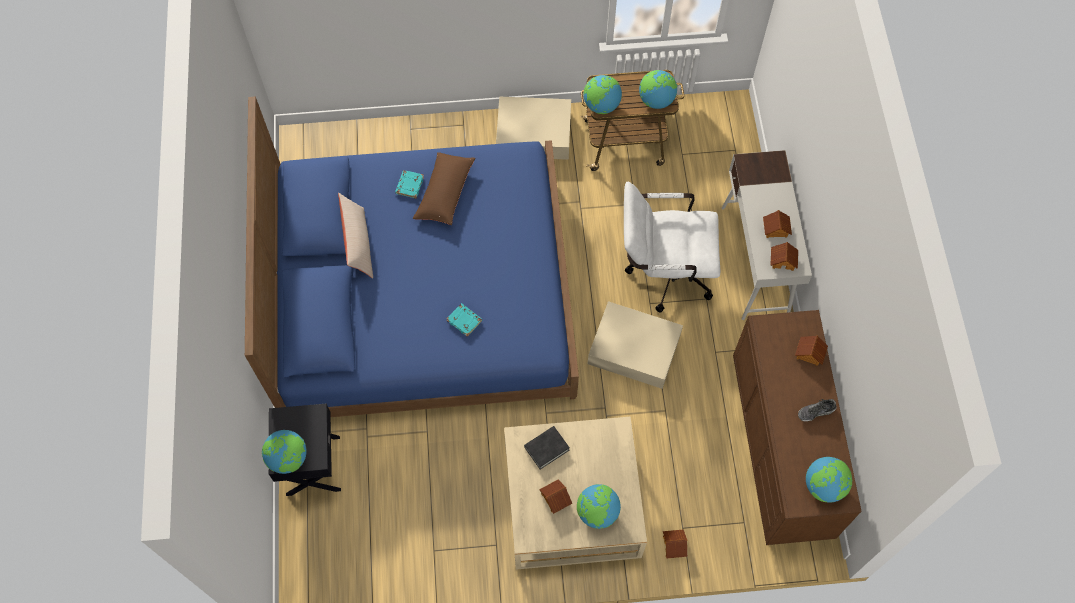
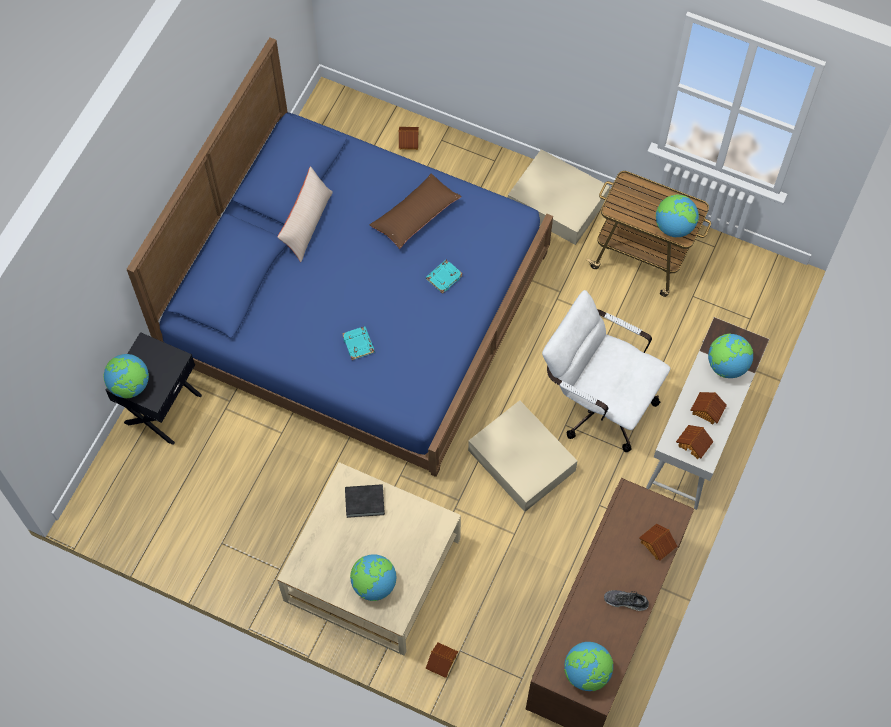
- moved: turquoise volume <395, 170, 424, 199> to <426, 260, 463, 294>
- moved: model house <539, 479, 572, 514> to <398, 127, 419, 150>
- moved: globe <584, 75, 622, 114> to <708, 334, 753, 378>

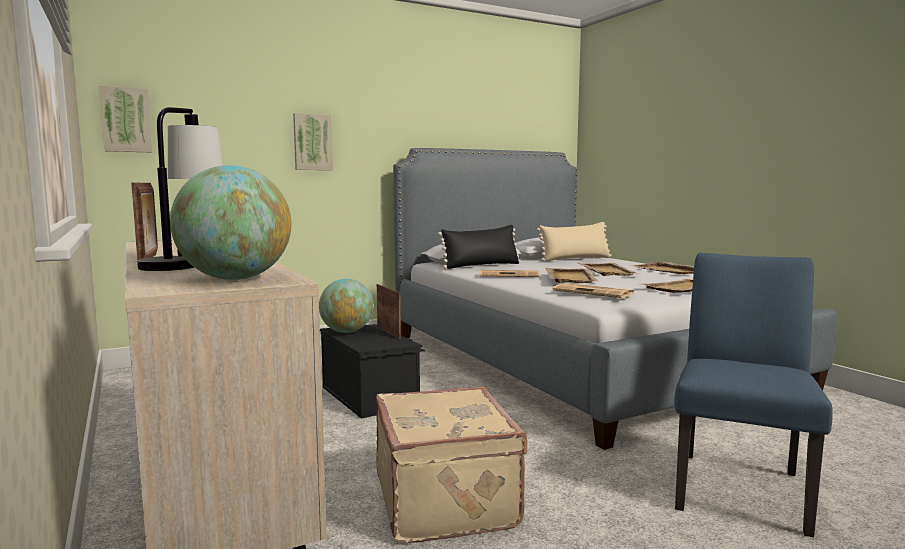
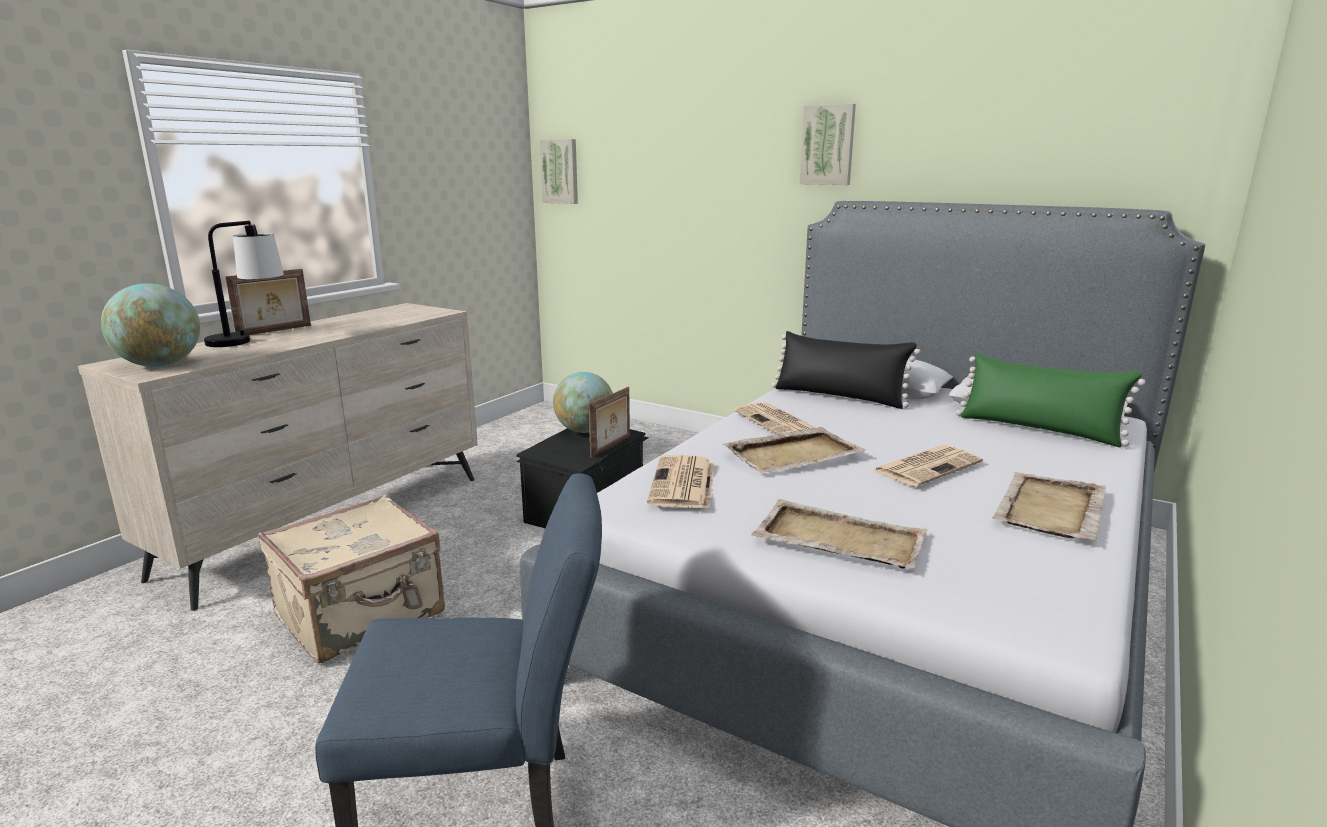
- moved: wall picture <293, 113, 333, 170> to <799, 104, 856, 185>
- replaced: sand-coloured serving tray <577, 263, 642, 276> to daily paper <873, 445, 983, 487>
- recoloured: sand-coloured cushion <537, 222, 611, 261> to green cushion <956, 353, 1146, 447>

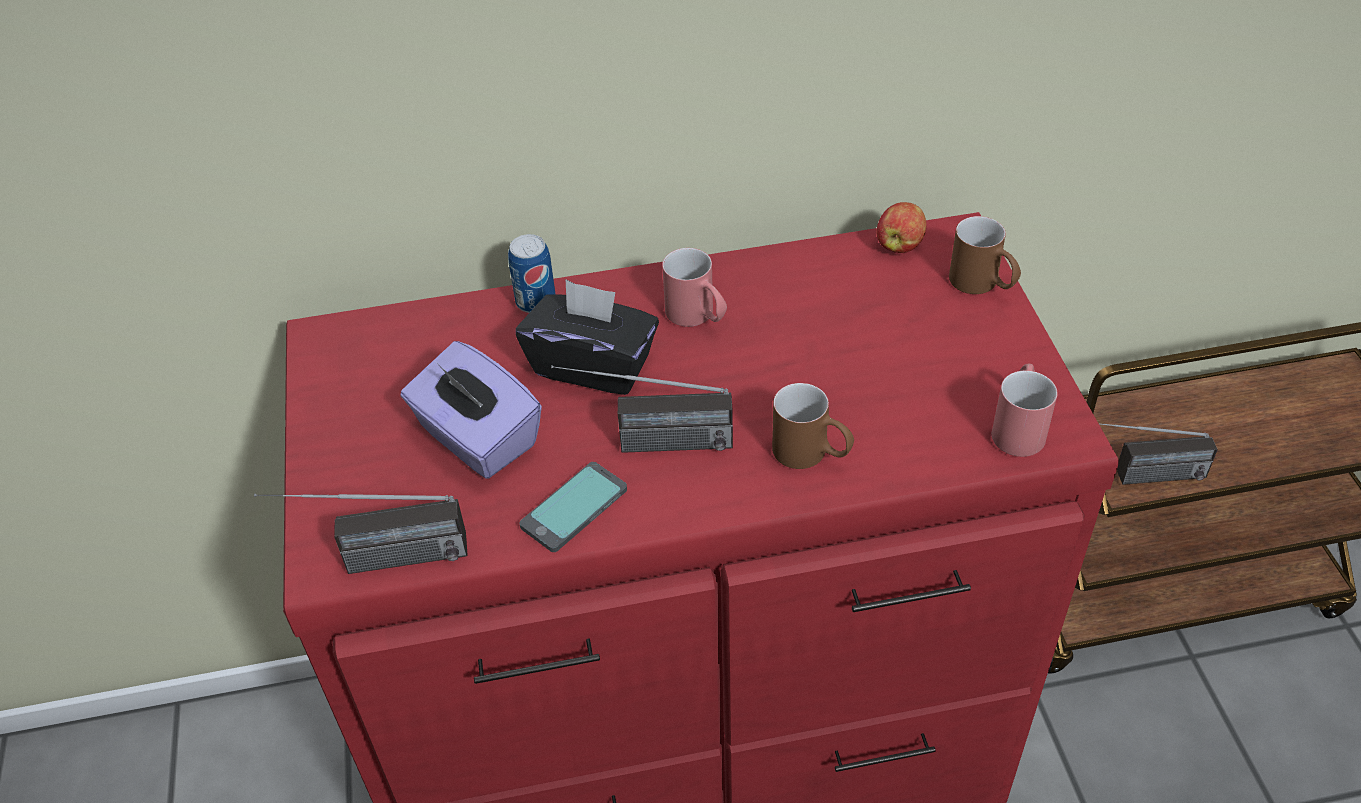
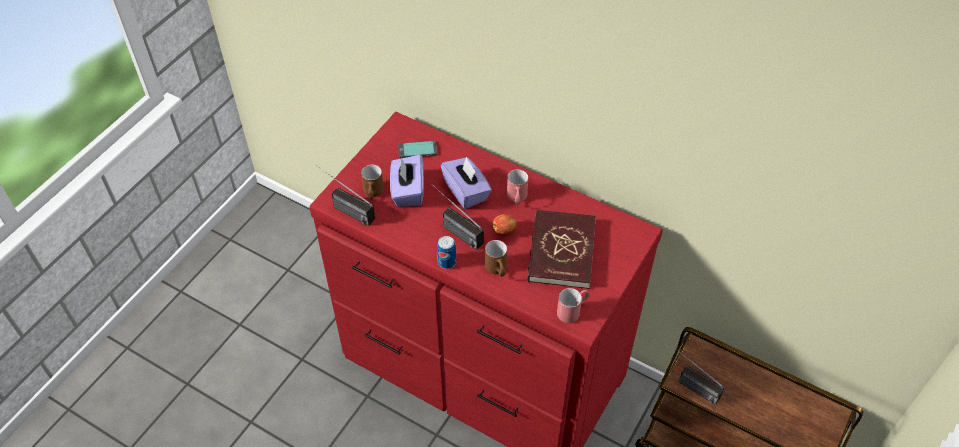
- added: red volume <527, 209, 596, 289>
- moved: can <508, 234, 555, 313> to <437, 236, 456, 269>
- moved: telephone <520, 462, 627, 552> to <398, 141, 437, 158>
- moved: whole apple <876, 202, 926, 253> to <492, 213, 517, 236>
- moved: brown mug <949, 216, 1021, 294> to <361, 165, 384, 200>
- recoloured: black-coloured tissue holder <516, 280, 659, 395> to purplish tissue holder <441, 157, 492, 209>

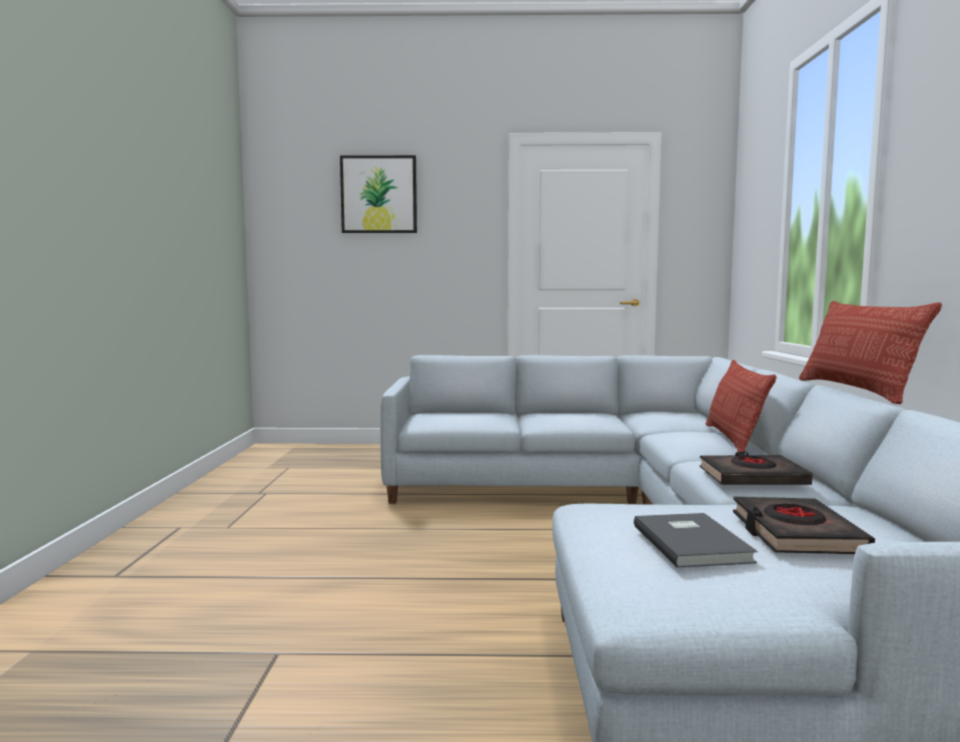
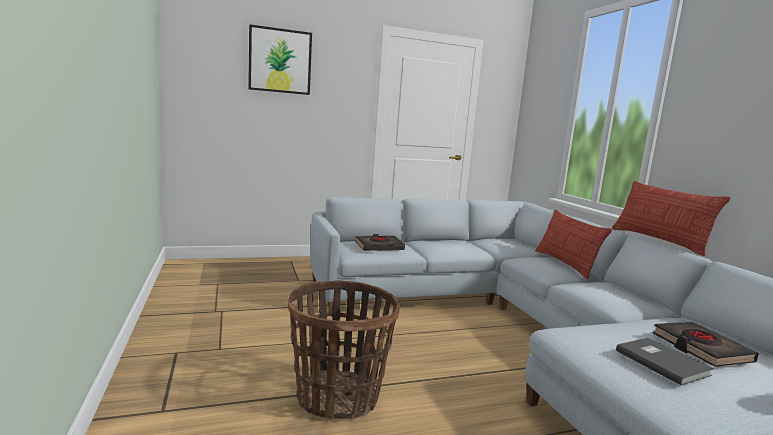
- added: household basket <288, 280, 400, 420>
- moved: black-coloured volume <699, 452, 813, 485> to <355, 234, 405, 251>

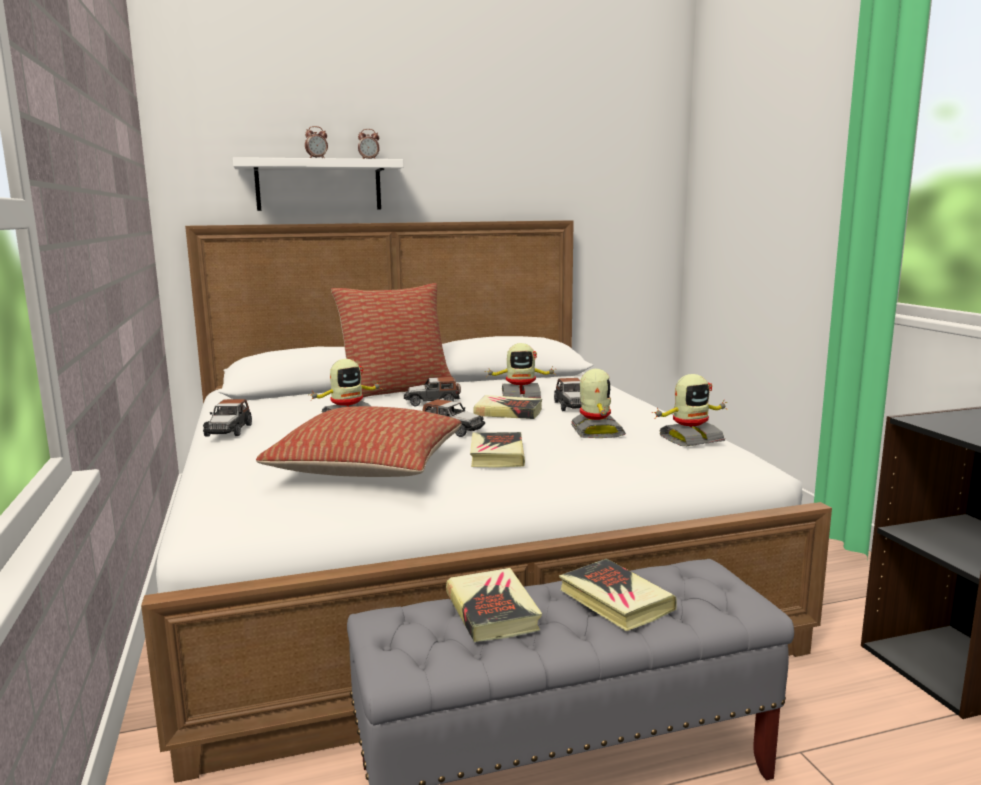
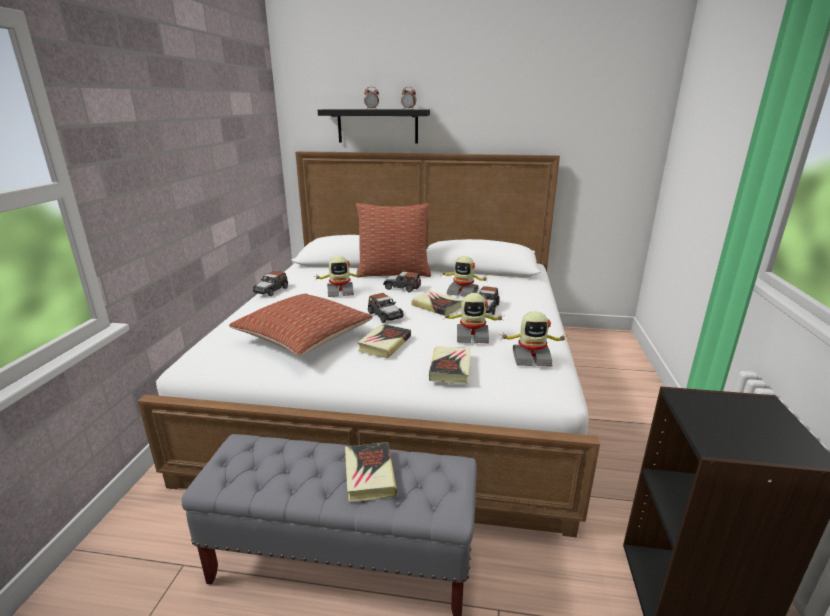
- moved: volume <446, 568, 542, 642> to <429, 346, 471, 384>
- recoloured: white wall shelf <233, 157, 403, 211> to black-coloured wall shelf <318, 109, 430, 143>
- turned: robot figure <571, 369, 626, 438> = <442, 293, 504, 344> 75 degrees clockwise

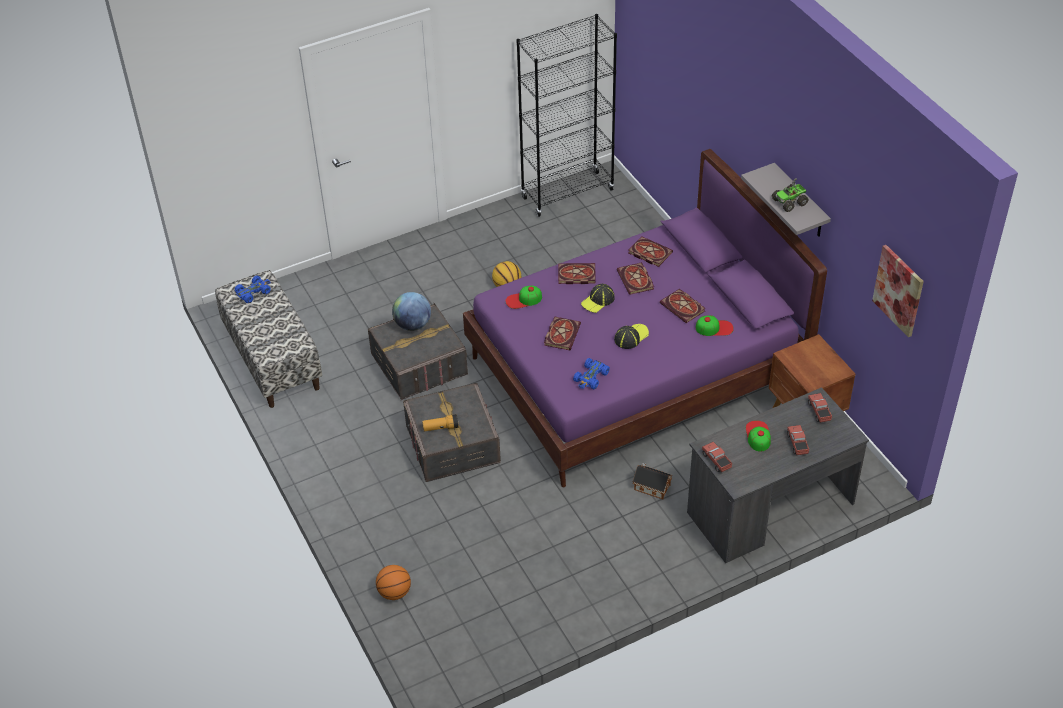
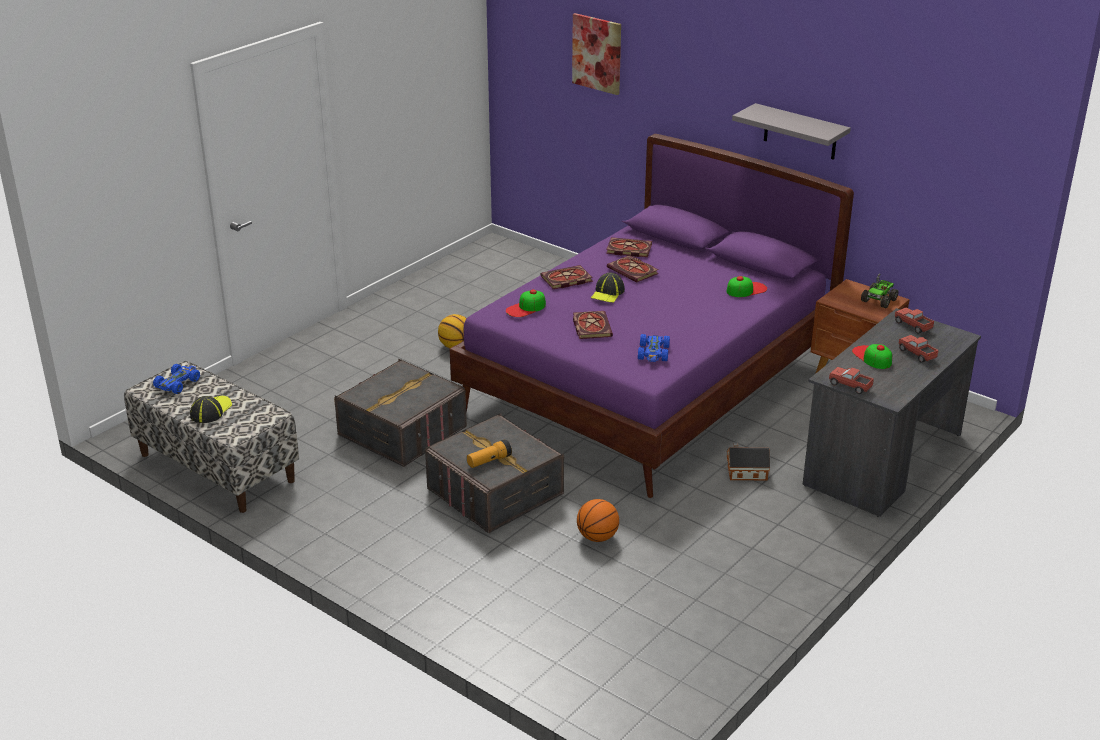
- removed: globe <392, 292, 431, 331>
- removed: black-coloured bookcase <516, 14, 617, 217>
- removed: volume <660, 289, 706, 323>
- moved: basketball ball <376, 565, 411, 600> to <577, 499, 619, 542>
- moved: baseball cap <614, 324, 649, 349> to <190, 396, 232, 423>
- moved: toy lorry <771, 178, 809, 212> to <861, 273, 899, 308>
- moved: wall picture <872, 245, 924, 337> to <572, 13, 621, 95>

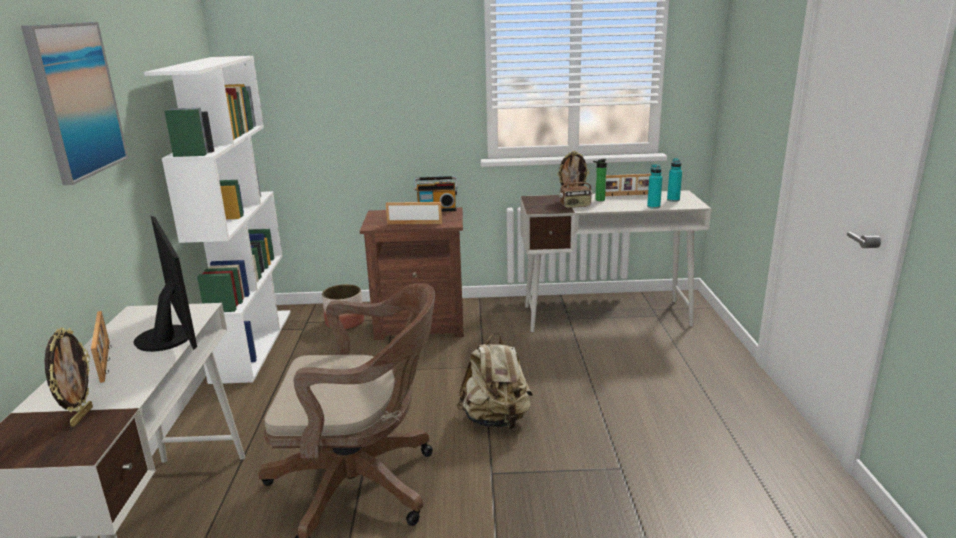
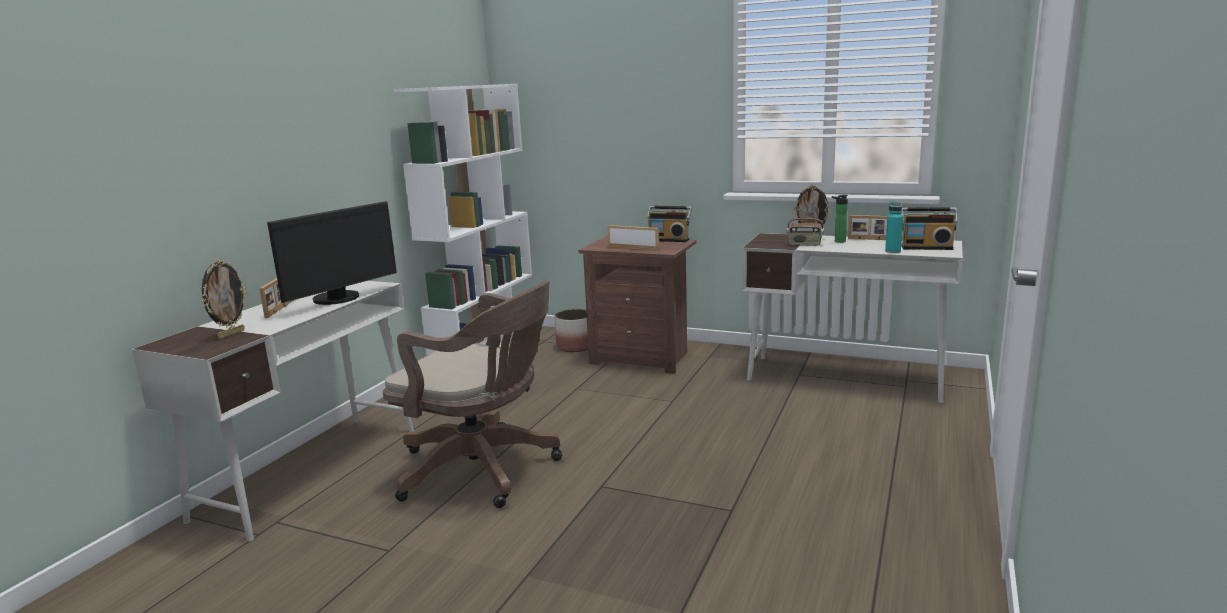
- removed: wall picture <21, 22, 128, 185>
- removed: sand-coloured backpack <457, 333, 533, 429>
- replaced: turquoise beverage bottle <667, 158, 682, 202> to radio set <901, 207, 958, 250>
- turned: computer display <134, 216, 197, 352> = <267, 201, 397, 305> 45 degrees clockwise

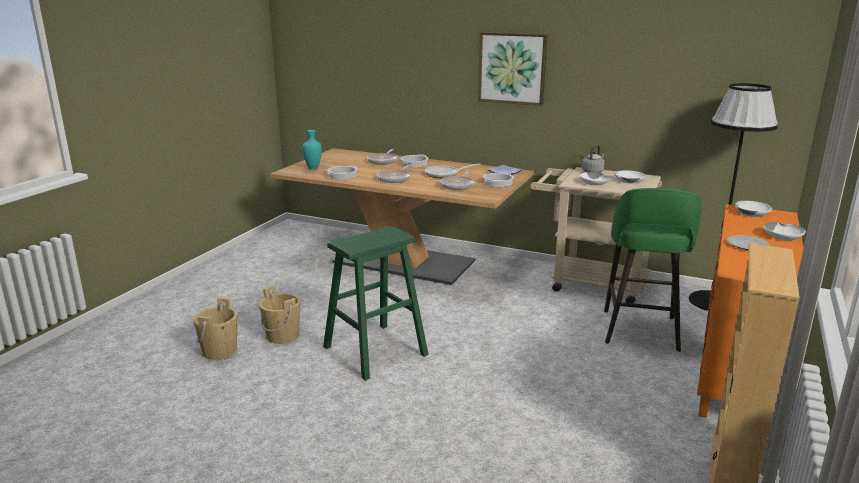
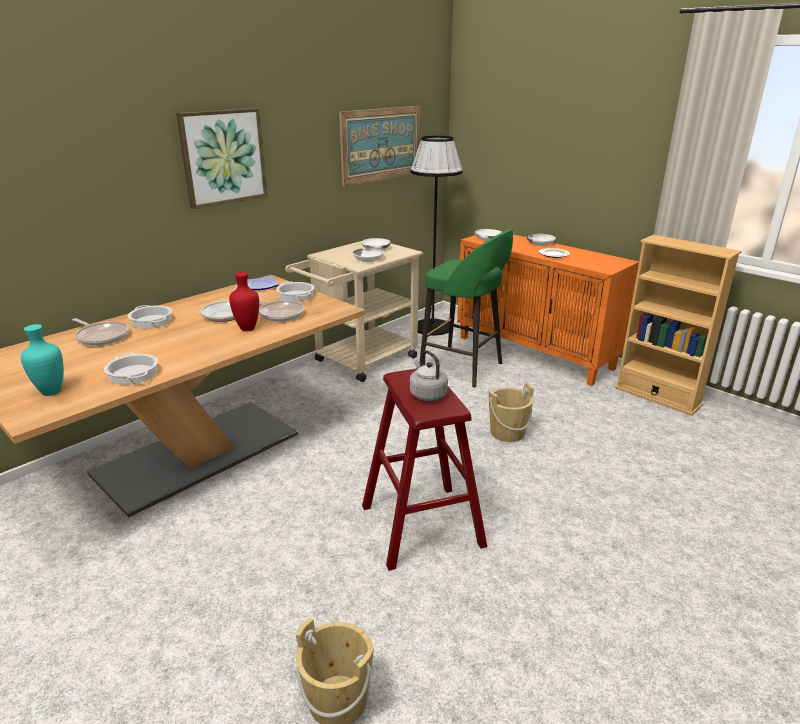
- removed: frying pan <377, 165, 411, 183>
- added: red vase <229, 272, 259, 331>
- added: wall picture <339, 106, 421, 186>
- moved: sand-coloured bucket <259, 285, 301, 344> to <489, 382, 534, 442>
- moved: greyish kettle <582, 145, 605, 173> to <410, 350, 448, 401>
- recoloured: green stool <323, 226, 429, 381> to red stool <362, 369, 487, 571>

